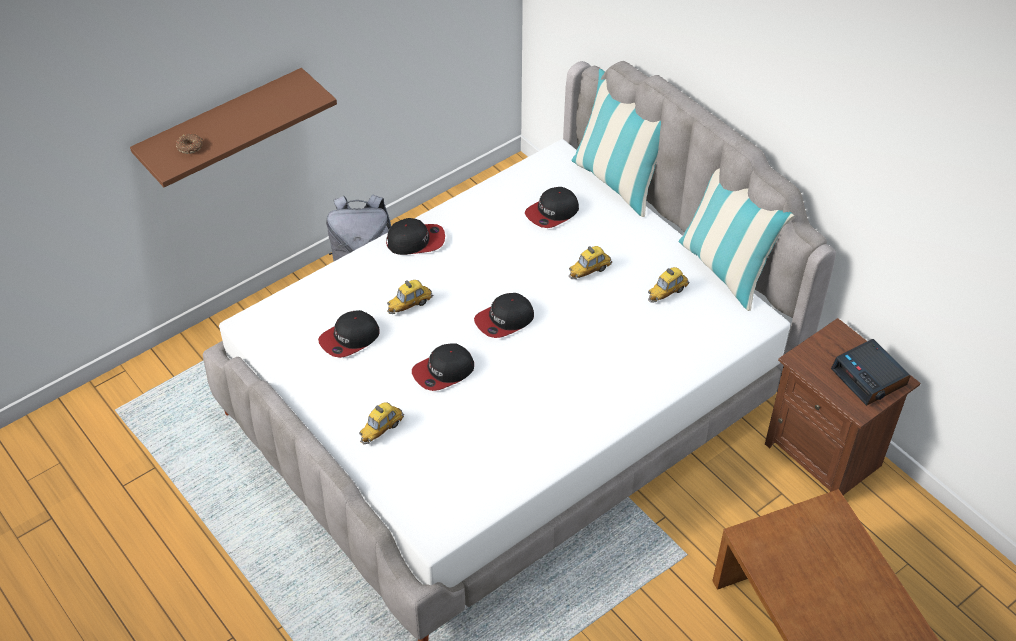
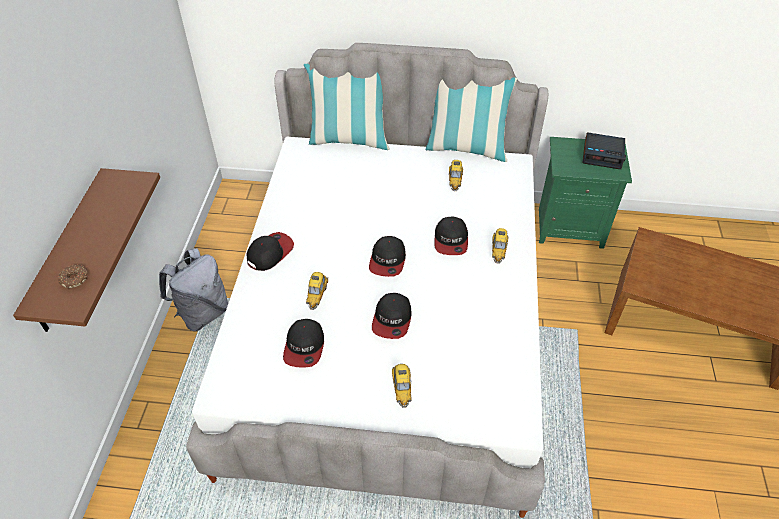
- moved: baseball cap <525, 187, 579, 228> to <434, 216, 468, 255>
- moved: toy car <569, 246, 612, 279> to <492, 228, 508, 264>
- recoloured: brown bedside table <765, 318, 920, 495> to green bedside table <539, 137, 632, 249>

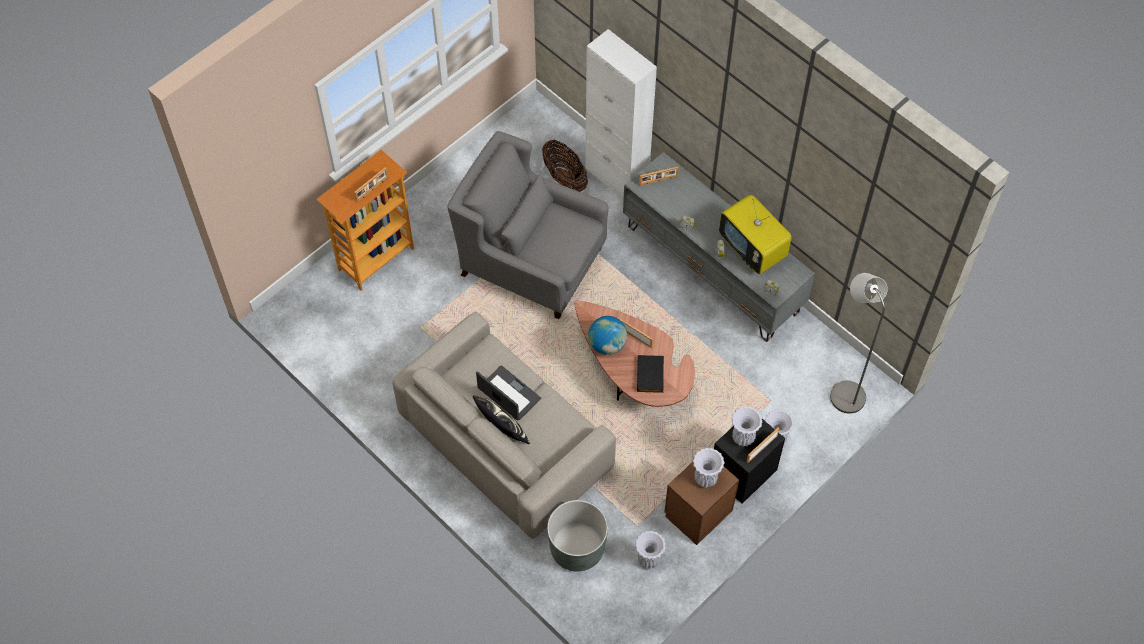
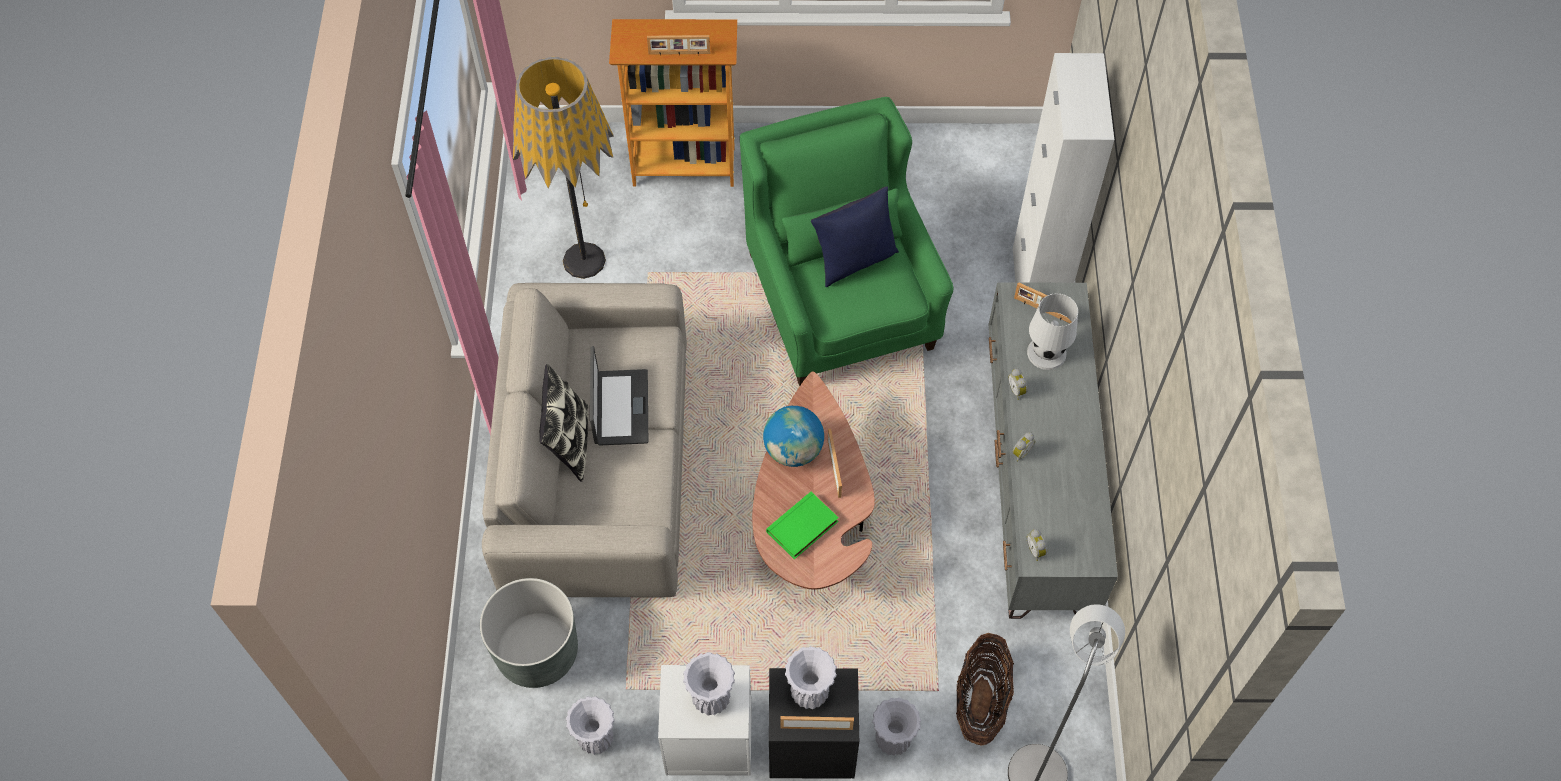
- removed: TV set <719, 195, 792, 274>
- added: standard lamp <513, 57, 614, 279>
- added: bluish cushion <811, 186, 899, 287>
- added: white tabletop lamp <1027, 293, 1078, 370>
- moved: household basket <542, 140, 588, 192> to <956, 633, 1014, 746>
- recoloured: greyish lounge chair <447, 131, 608, 319> to green lounge chair <740, 97, 953, 386>
- recoloured: black-coloured volume <637, 355, 664, 393> to green volume <766, 491, 839, 559>
- recoloured: brown bedside table <664, 462, 739, 545> to white bedside table <658, 665, 752, 775>

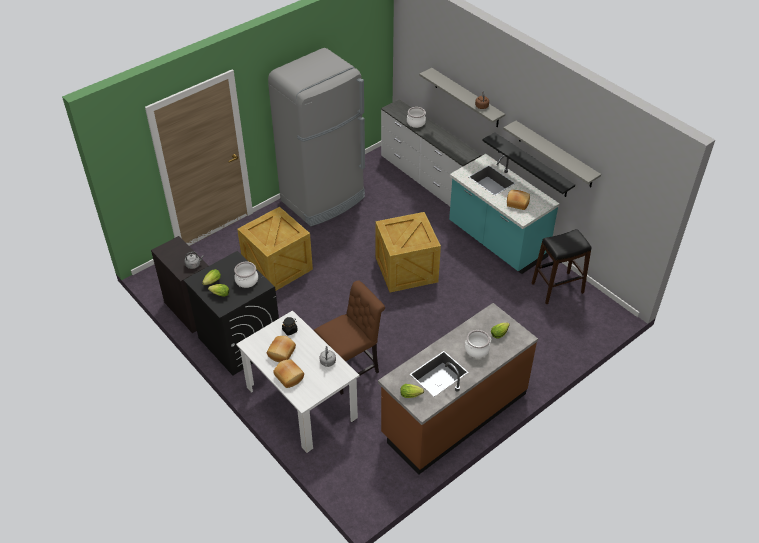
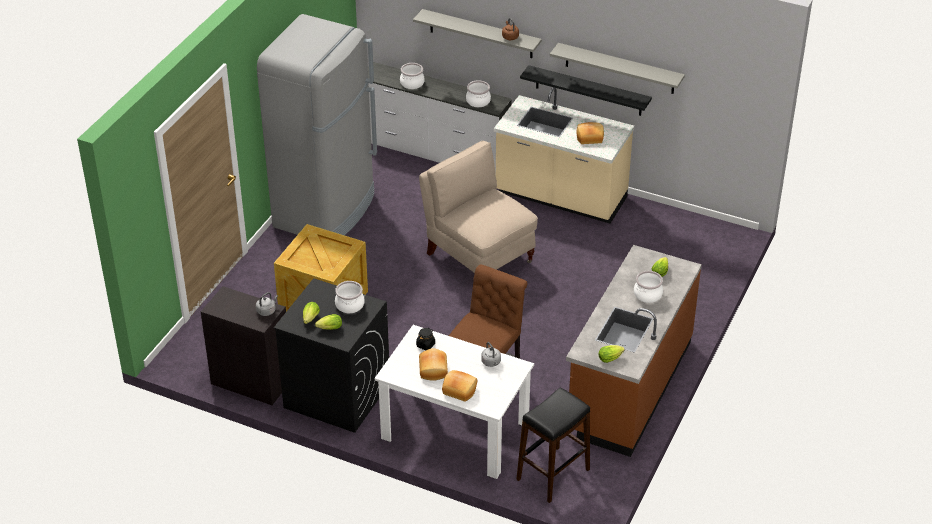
- added: saucepot <466, 80, 491, 107>
- moved: black-coloured stool <532, 229, 592, 304> to <516, 388, 590, 503>
- replaced: crate <375, 212, 441, 292> to sand-coloured plain chair <419, 141, 538, 273>
- recoloured: turquoise counter <449, 154, 560, 274> to sand-coloured counter <494, 87, 634, 224>

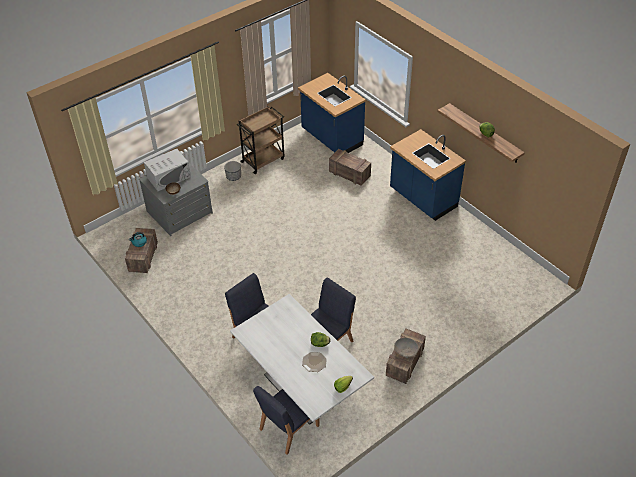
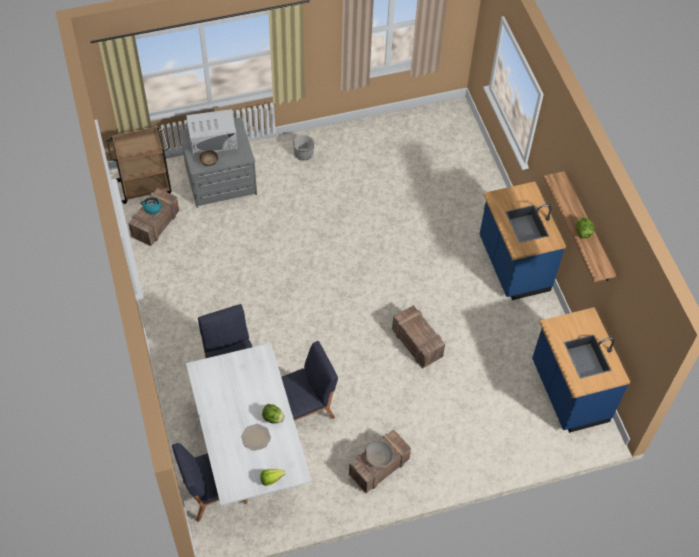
- moved: brown wheeled cart <237, 106, 284, 174> to <106, 126, 172, 204>
- moved: bluish counter <298, 73, 366, 153> to <532, 307, 630, 433>
- moved: crate <329, 149, 371, 186> to <392, 305, 445, 368>

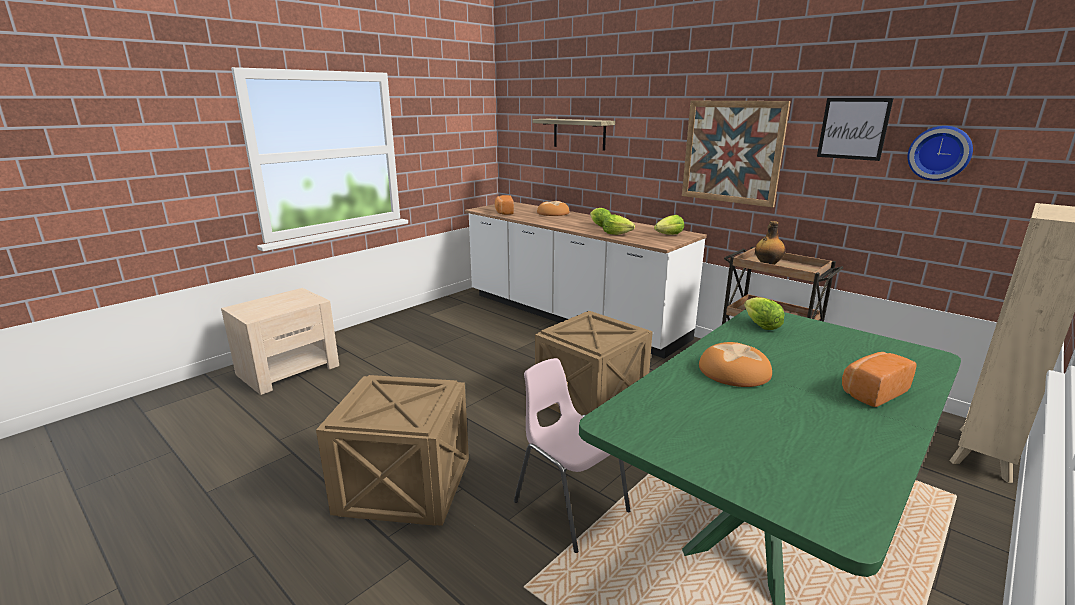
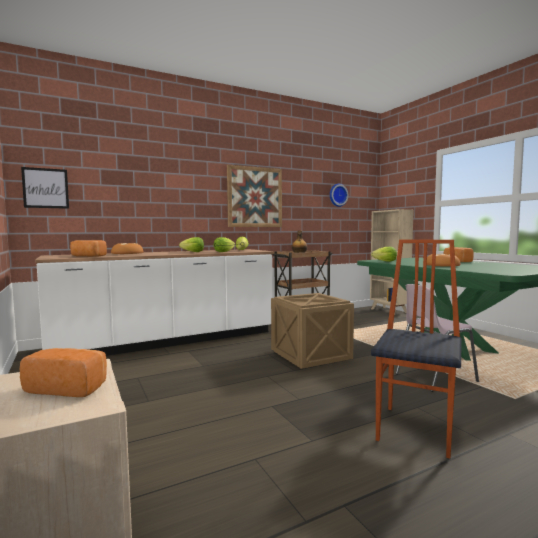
- removed: wall shelf <533, 119, 615, 151>
- added: bread <20, 348, 107, 397>
- moved: wall picture <817, 98, 894, 161> to <21, 167, 69, 209>
- replaced: crate <316, 375, 469, 526> to plain chair <371, 240, 461, 458>

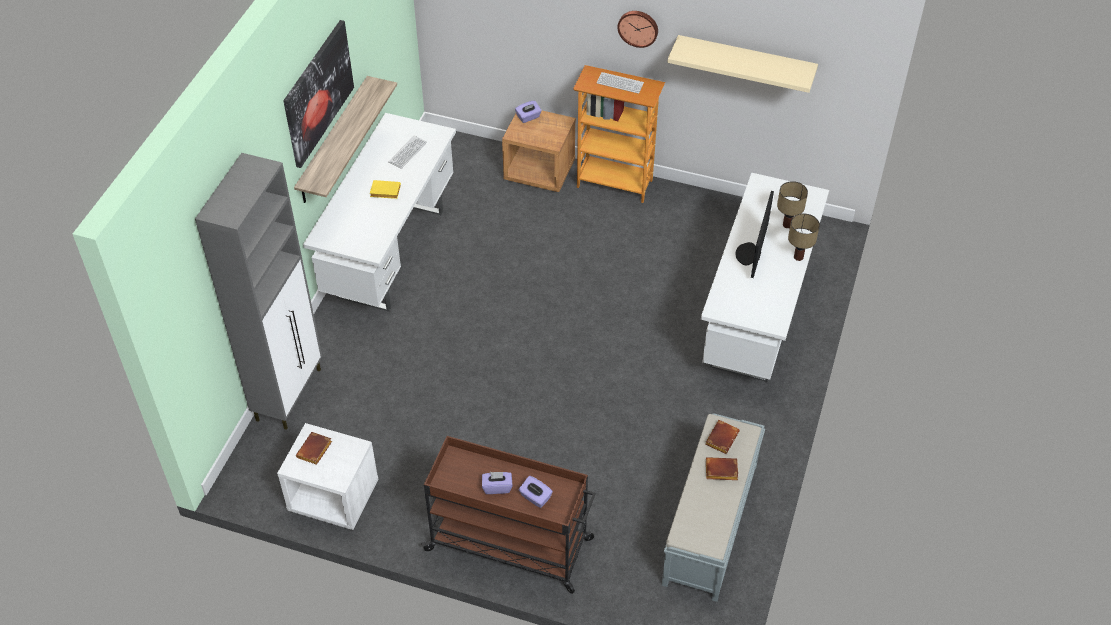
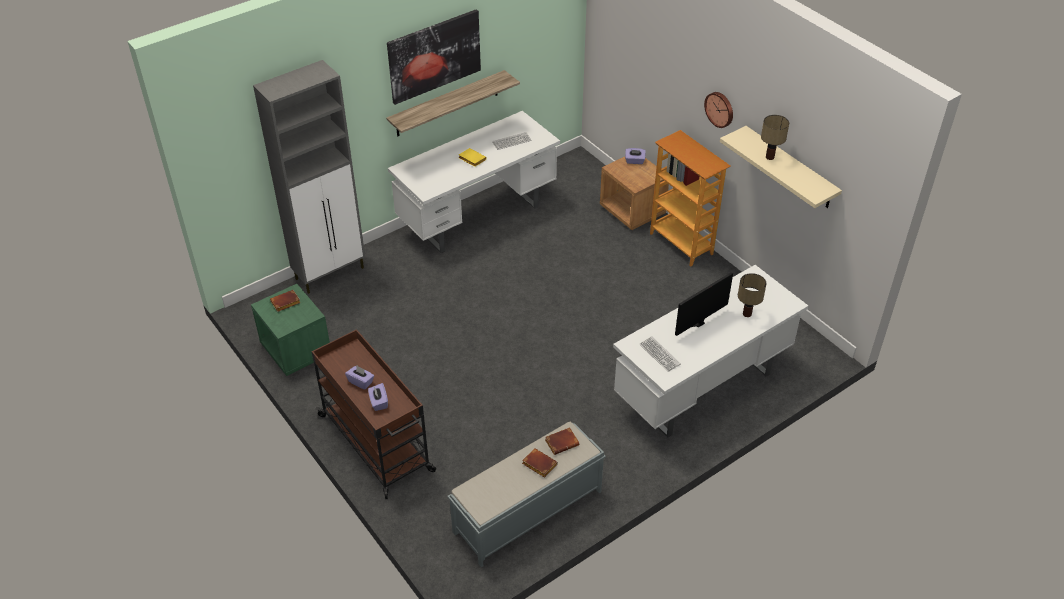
- moved: keyboard <597, 72, 644, 94> to <640, 336, 681, 372>
- moved: tabletop lamp <788, 213, 820, 261> to <761, 115, 789, 160>
- recoloured: white bedside table <277, 423, 378, 530> to green bedside table <251, 284, 330, 376>

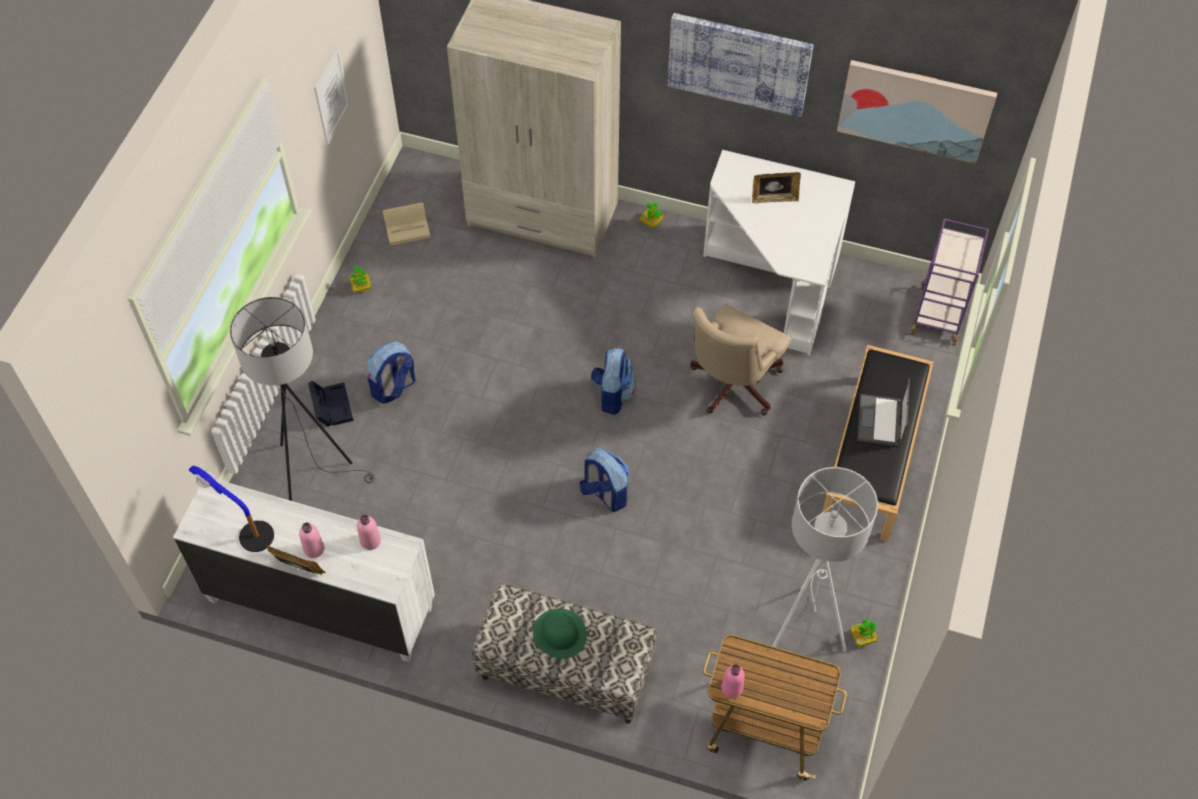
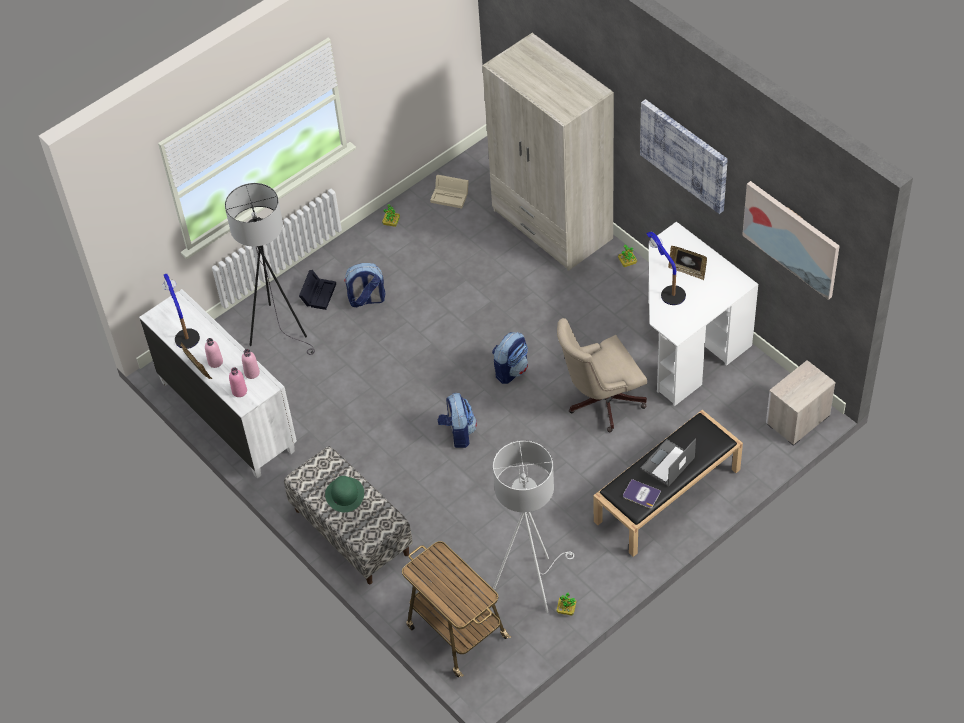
- removed: wall picture <314, 46, 350, 144>
- added: volume <623, 479, 661, 508>
- added: tabletop lamp <647, 232, 686, 305>
- moved: pink beverage bottle <721, 664, 745, 698> to <229, 367, 247, 397>
- replaced: purplish wheeled cart <911, 218, 989, 346> to bedside table <766, 360, 836, 446>

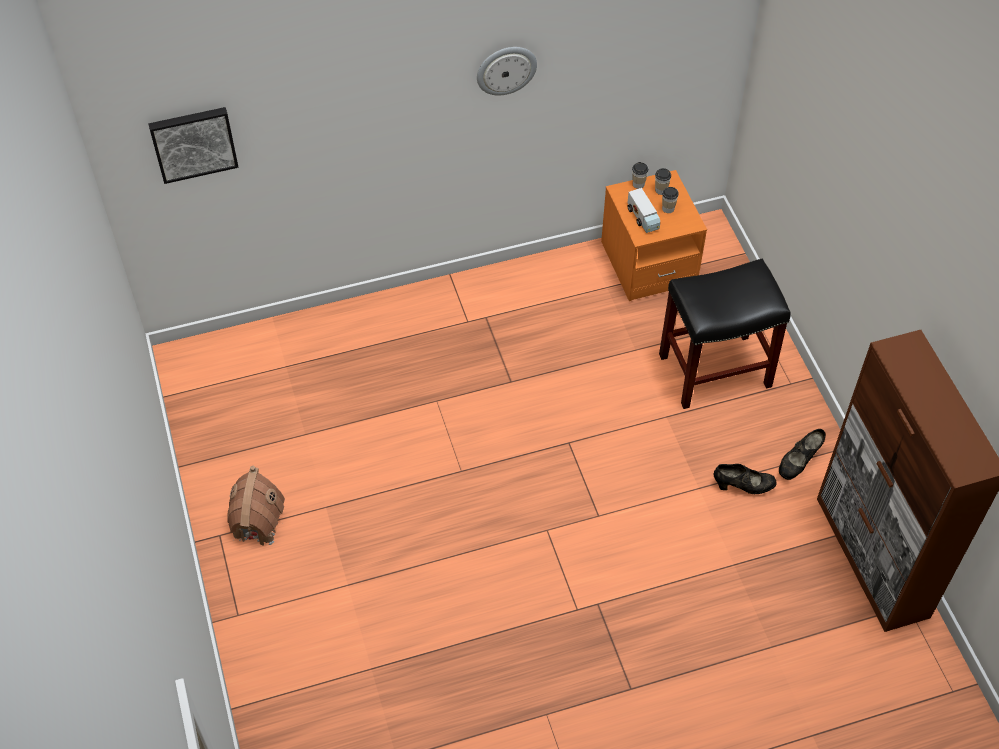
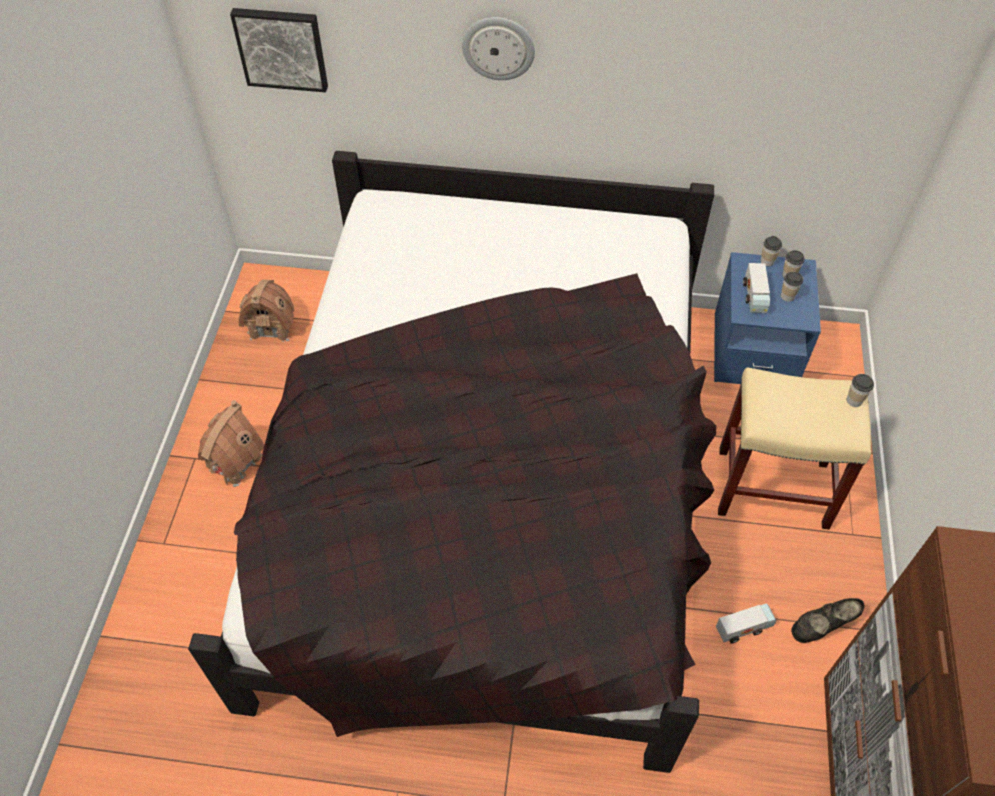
- added: black-coloured bed <188, 151, 717, 773>
- added: model house <239, 279, 294, 342>
- added: drinking cup <847, 374, 874, 407>
- moved: wall clock <477, 47, 537, 95> to <462, 17, 535, 80>
- replaced: black-coloured low shoe <713, 464, 777, 494> to toy lorry <716, 603, 776, 644>
- recoloured: orangey bedside table <601, 170, 707, 301> to bluish bedside table <714, 252, 821, 384>
- recoloured: black-coloured stool <659, 259, 791, 409> to sand-coloured stool <718, 367, 871, 530>

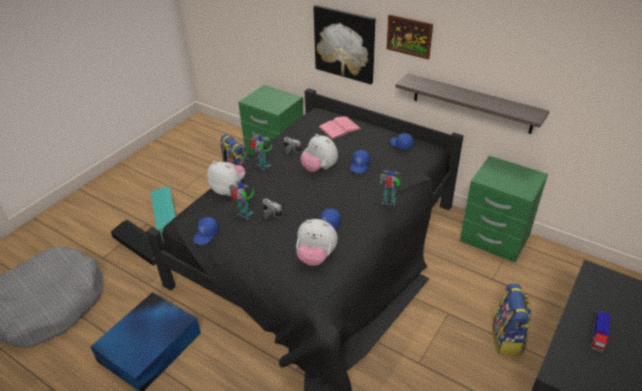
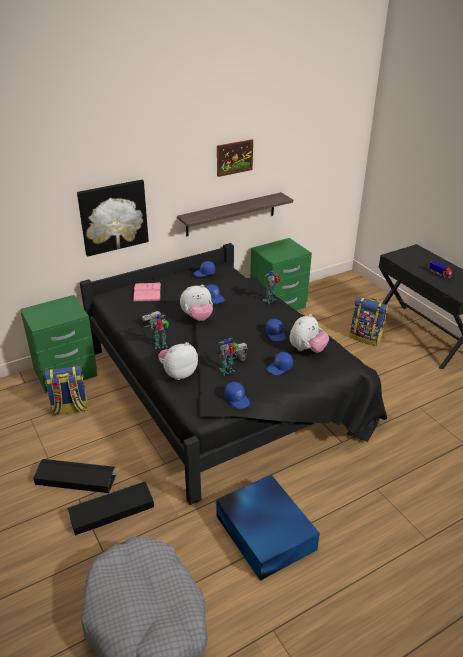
- added: bluish baseball cap <267, 352, 293, 375>
- moved: wall picture <386, 14, 433, 60> to <217, 139, 253, 177>
- recoloured: turquoise storage bin <151, 187, 176, 235> to black-coloured storage bin <33, 459, 117, 493>

